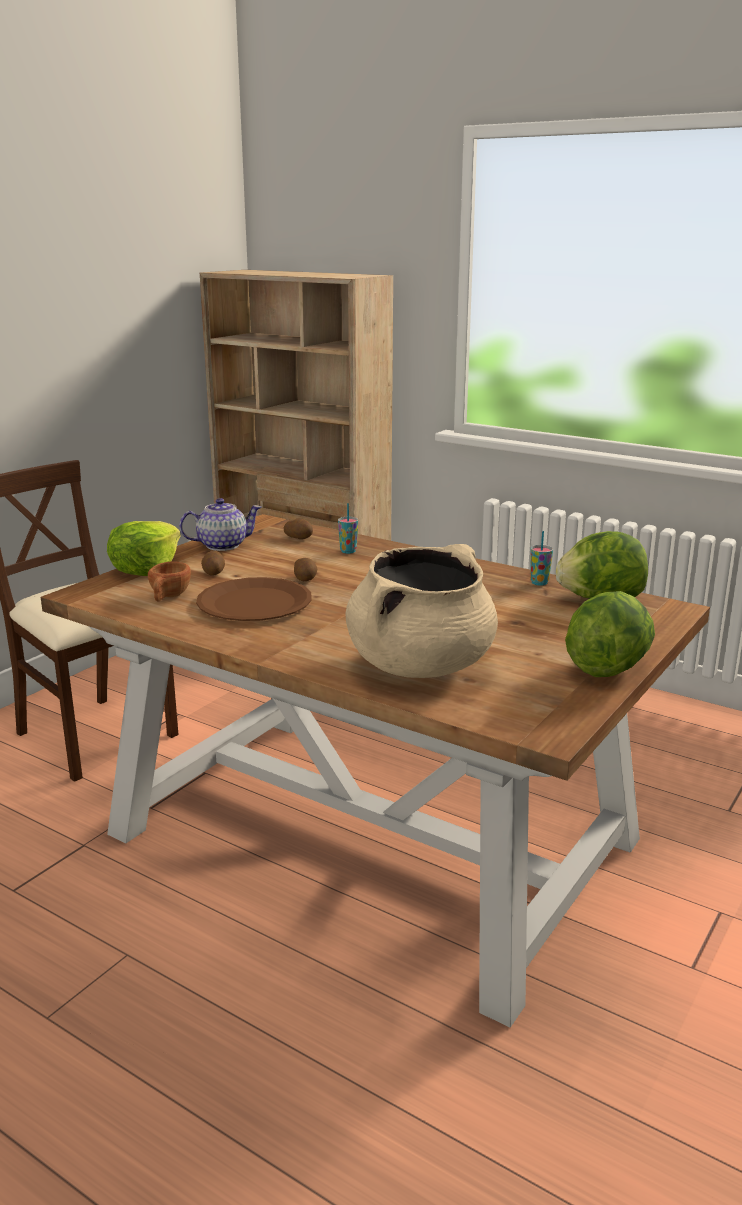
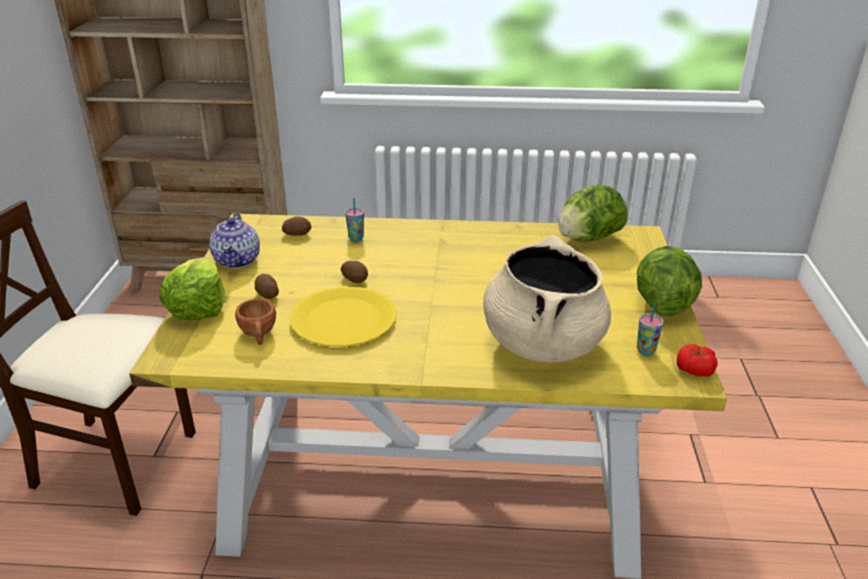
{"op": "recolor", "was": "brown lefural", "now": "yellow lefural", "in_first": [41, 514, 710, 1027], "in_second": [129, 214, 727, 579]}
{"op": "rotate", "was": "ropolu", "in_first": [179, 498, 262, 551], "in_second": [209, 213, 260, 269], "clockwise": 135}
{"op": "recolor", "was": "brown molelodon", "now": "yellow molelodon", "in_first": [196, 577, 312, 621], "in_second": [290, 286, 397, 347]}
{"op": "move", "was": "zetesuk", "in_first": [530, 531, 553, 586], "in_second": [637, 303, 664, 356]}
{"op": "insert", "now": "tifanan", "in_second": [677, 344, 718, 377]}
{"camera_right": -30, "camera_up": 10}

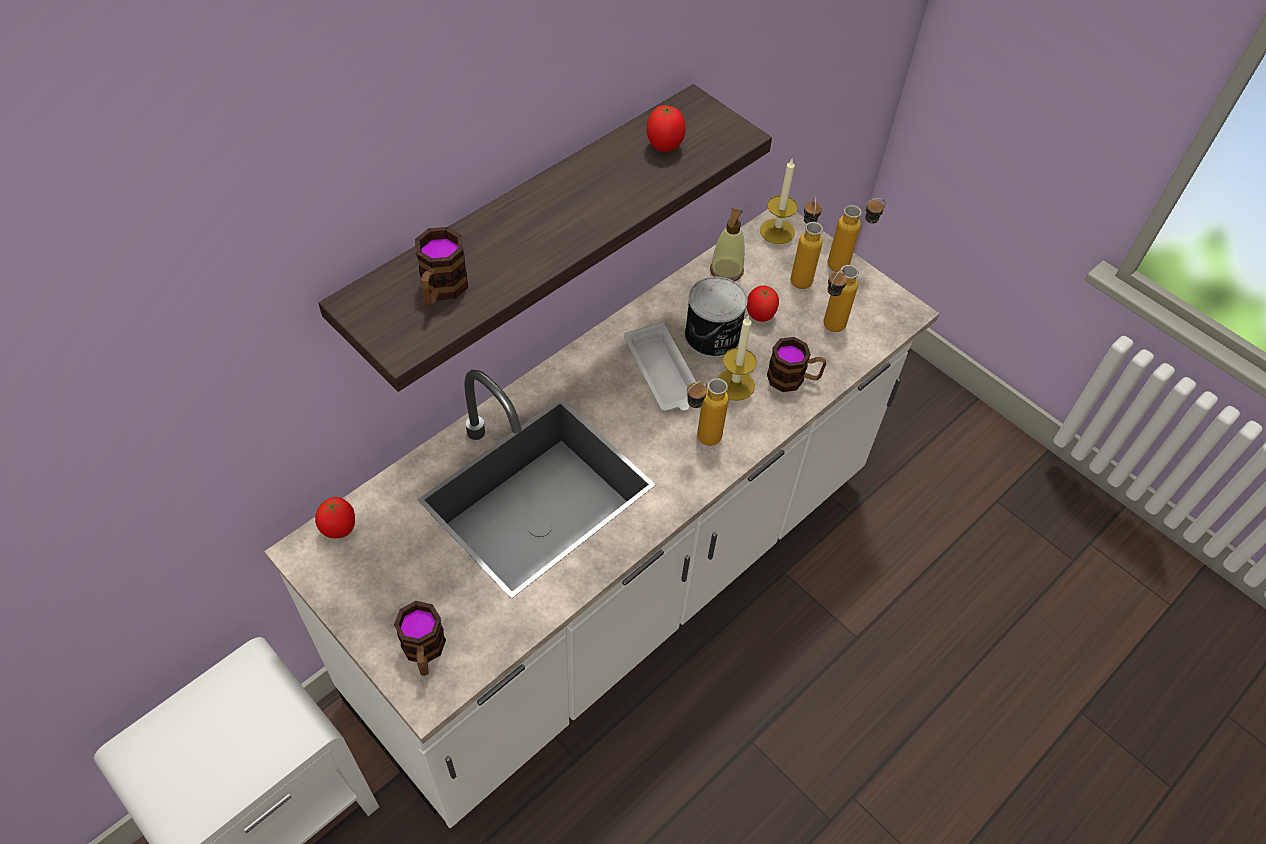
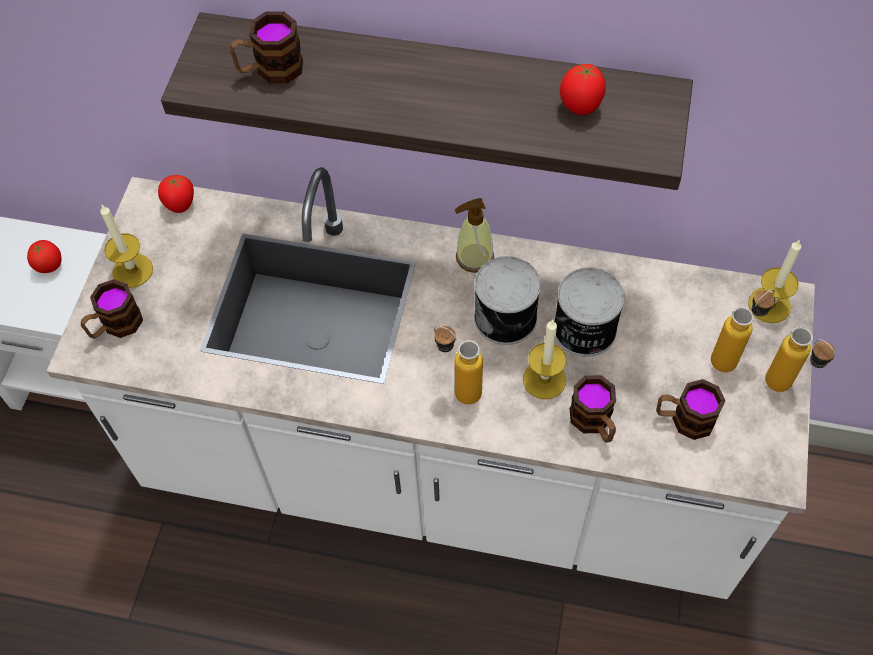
{"op": "replace", "was": "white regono", "now": "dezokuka", "in_first": [624, 322, 696, 411], "in_second": [474, 256, 541, 345]}
{"op": "move", "was": "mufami", "in_first": [710, 208, 744, 281], "in_second": [455, 198, 494, 273]}
{"op": "move", "was": "tifanan", "in_first": [747, 286, 779, 322], "in_second": [27, 240, 62, 273]}
{"op": "replace", "was": "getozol", "now": "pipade", "in_first": [824, 265, 859, 332], "in_second": [656, 379, 725, 440]}
{"op": "insert", "now": "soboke", "in_second": [100, 204, 153, 288]}
{"camera_right": 60, "camera_up": 5}

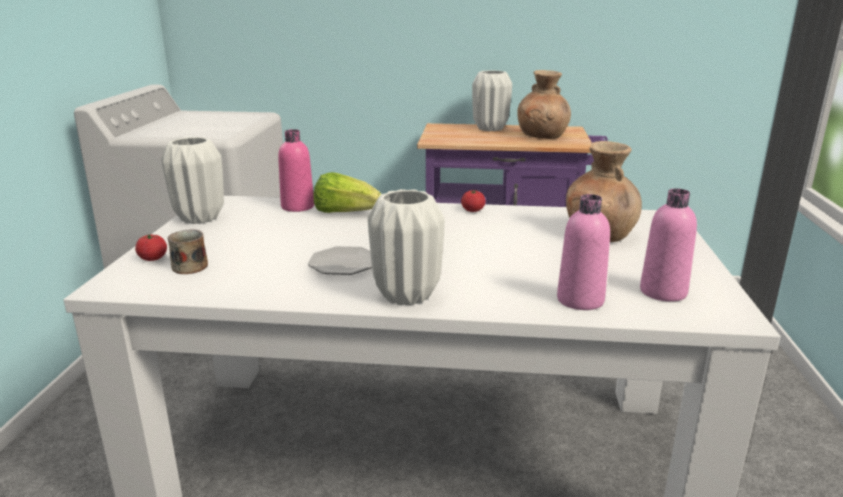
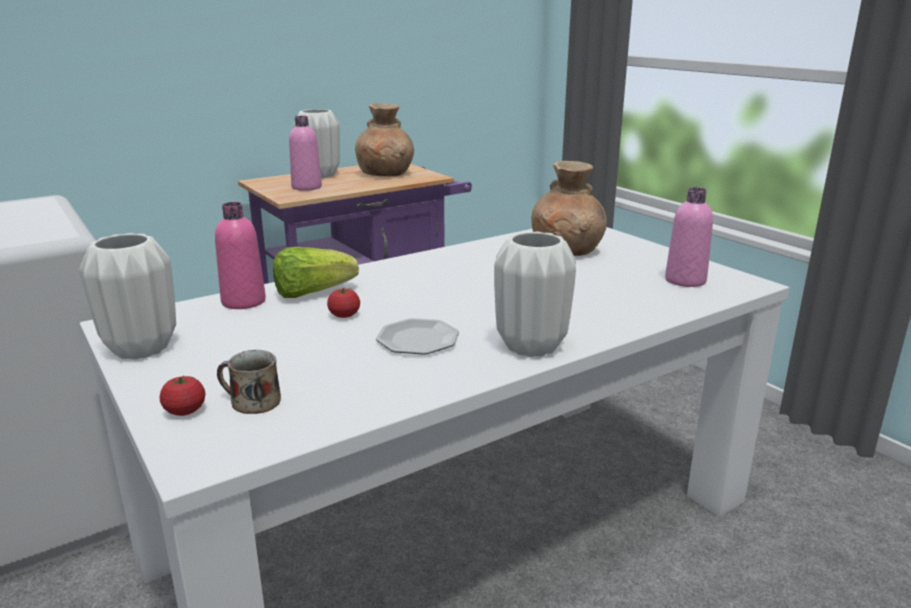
{"op": "move", "was": "tifanan", "in_first": [461, 190, 486, 212], "in_second": [327, 287, 360, 318]}
{"op": "move", "was": "pink getozol", "in_first": [557, 194, 610, 310], "in_second": [289, 116, 322, 191]}
{"camera_right": -40, "camera_up": 0}

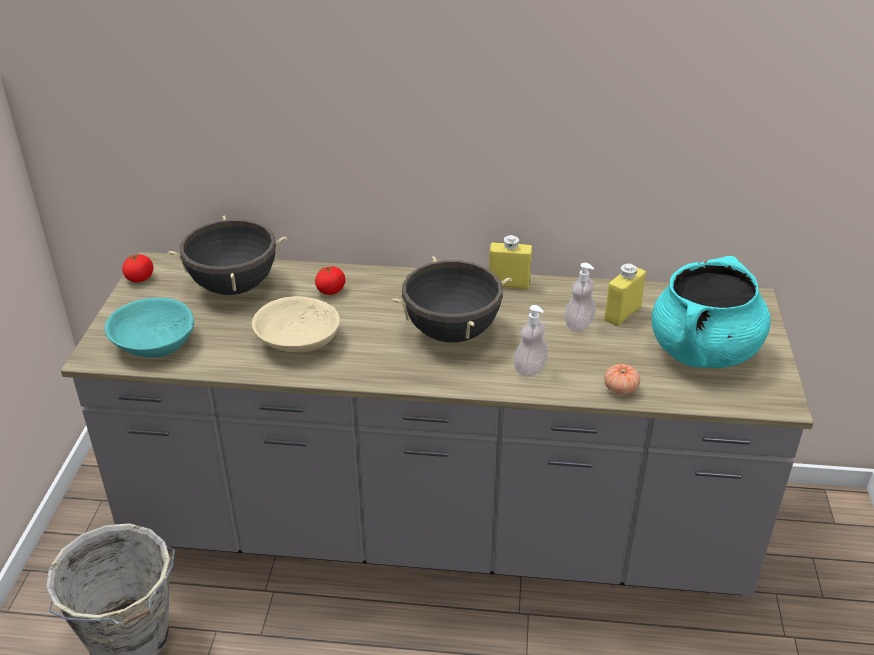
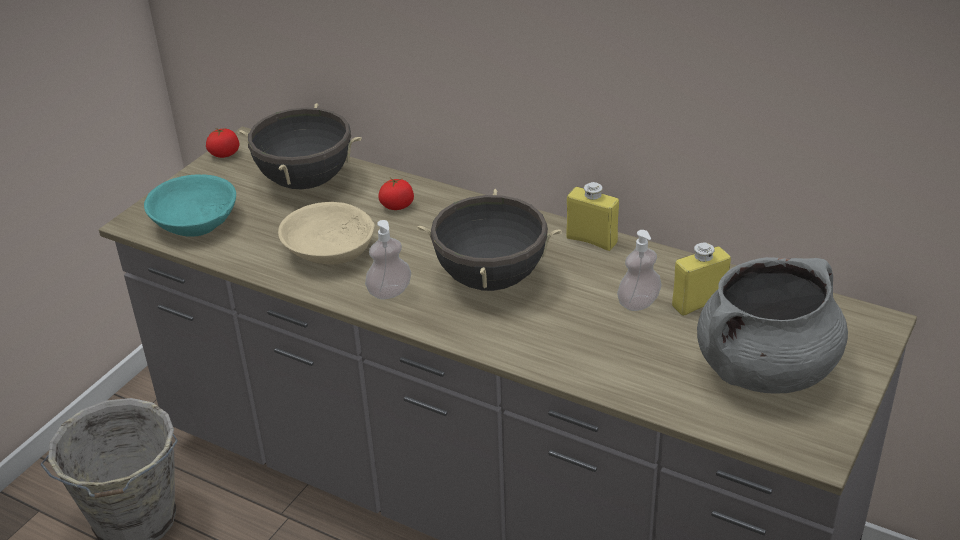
{"op": "move", "was": "mufami", "in_first": [514, 305, 548, 377], "in_second": [365, 220, 411, 299]}
{"op": "delete", "was": "tifanan", "in_first": [604, 364, 640, 395]}
{"op": "recolor", "was": "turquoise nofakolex", "now": "grey nofakolex", "in_first": [651, 256, 771, 368], "in_second": [697, 257, 848, 394]}
{"camera_right": 25, "camera_up": 0}

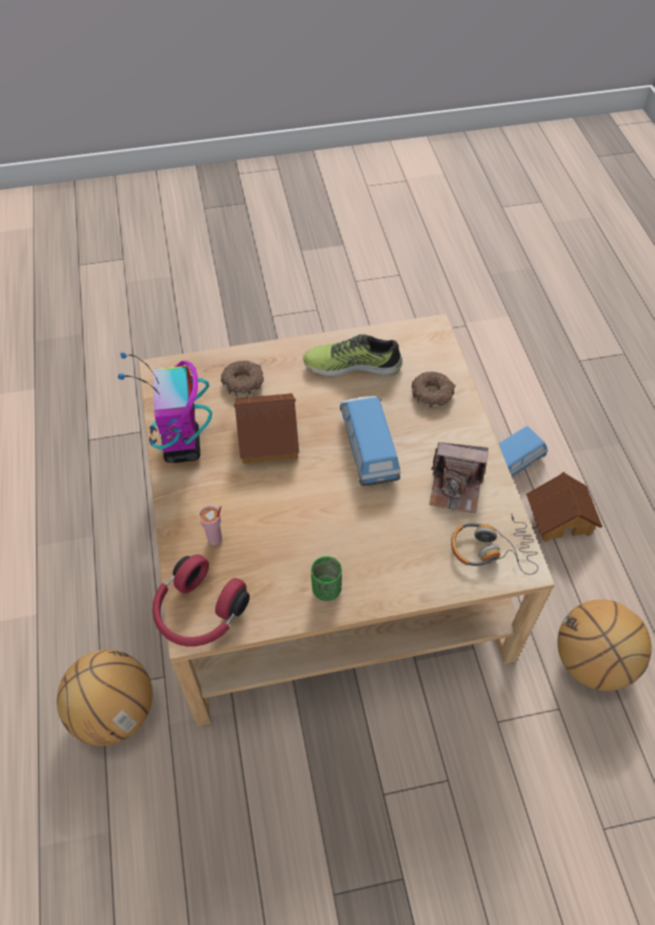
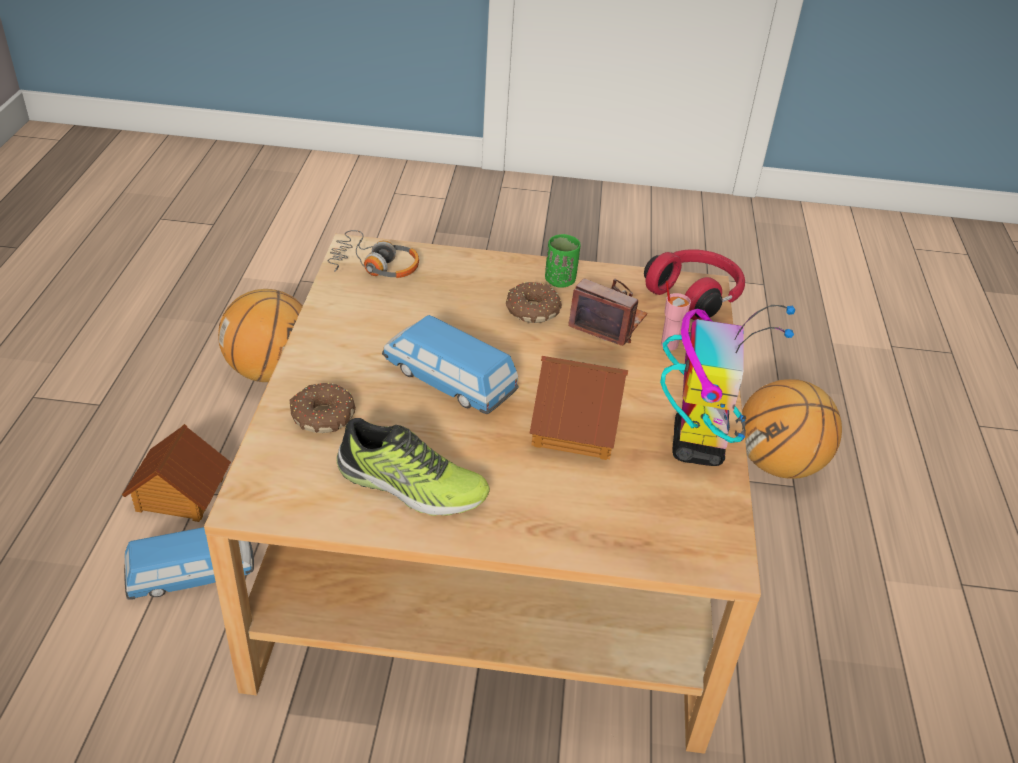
{"op": "move", "was": "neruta", "in_first": [221, 360, 264, 396], "in_second": [506, 282, 562, 323]}
{"op": "rotate", "was": "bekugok", "in_first": [340, 396, 400, 486], "in_second": [382, 315, 518, 414], "clockwise": 120}
{"op": "move", "was": "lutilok", "in_first": [429, 442, 489, 513], "in_second": [568, 279, 647, 346]}
{"camera_right": -165, "camera_up": -15}

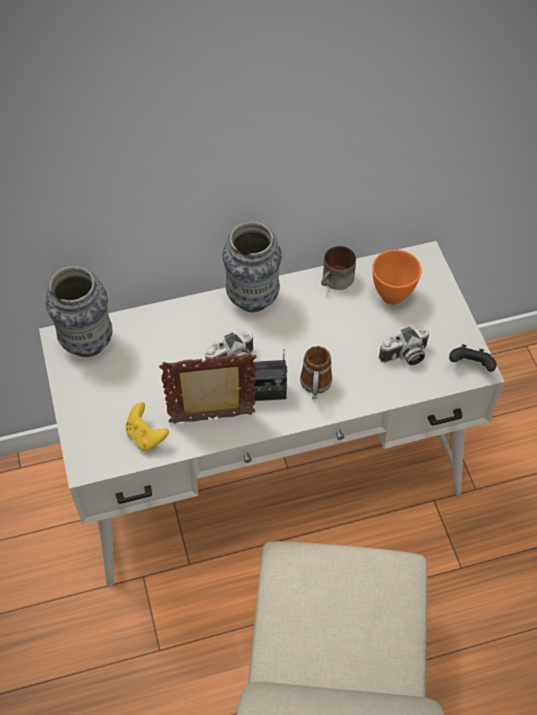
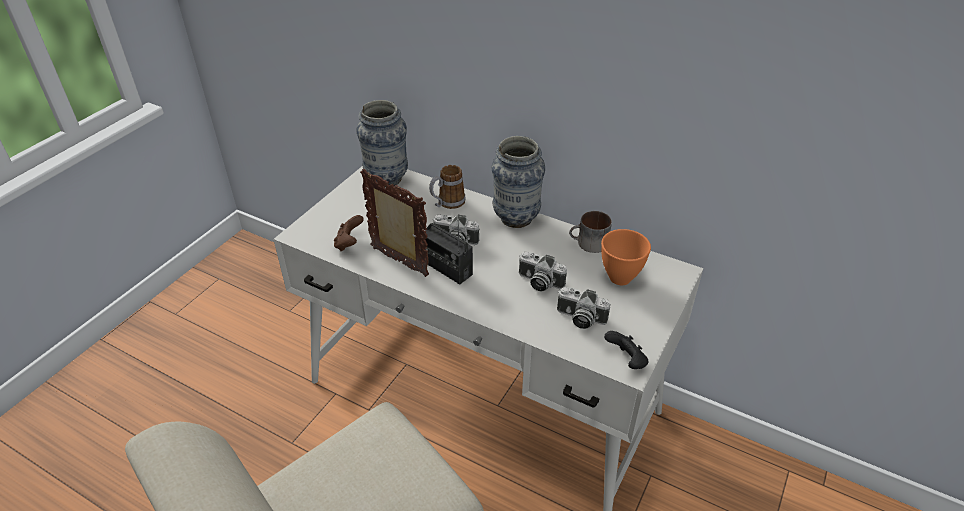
{"op": "recolor", "was": "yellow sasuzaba", "now": "brown sasuzaba", "in_first": [125, 402, 169, 451], "in_second": [334, 215, 364, 251]}
{"op": "move", "was": "pipade", "in_first": [300, 346, 332, 399], "in_second": [429, 165, 465, 209]}
{"op": "insert", "now": "lutilok", "in_second": [519, 252, 567, 291]}
{"camera_right": 45, "camera_up": -15}

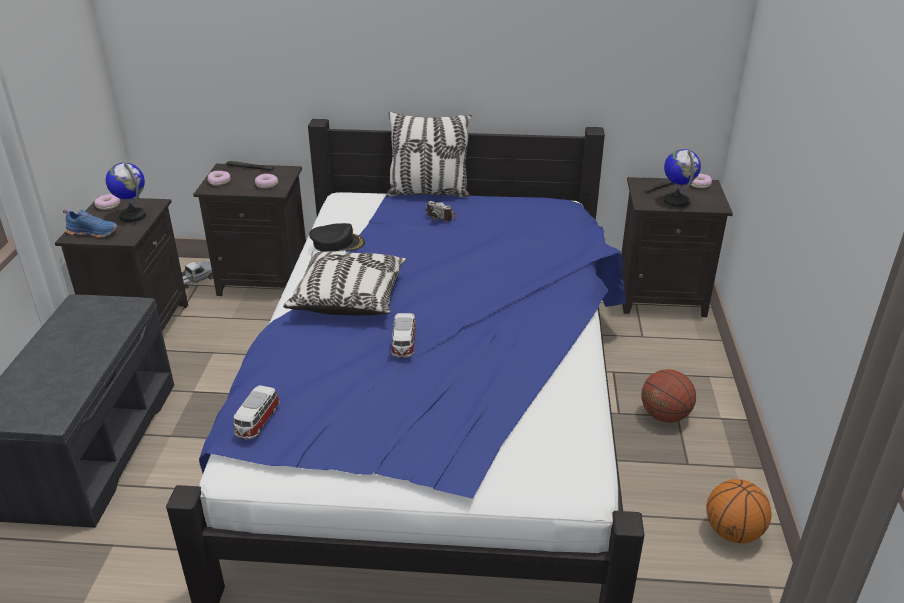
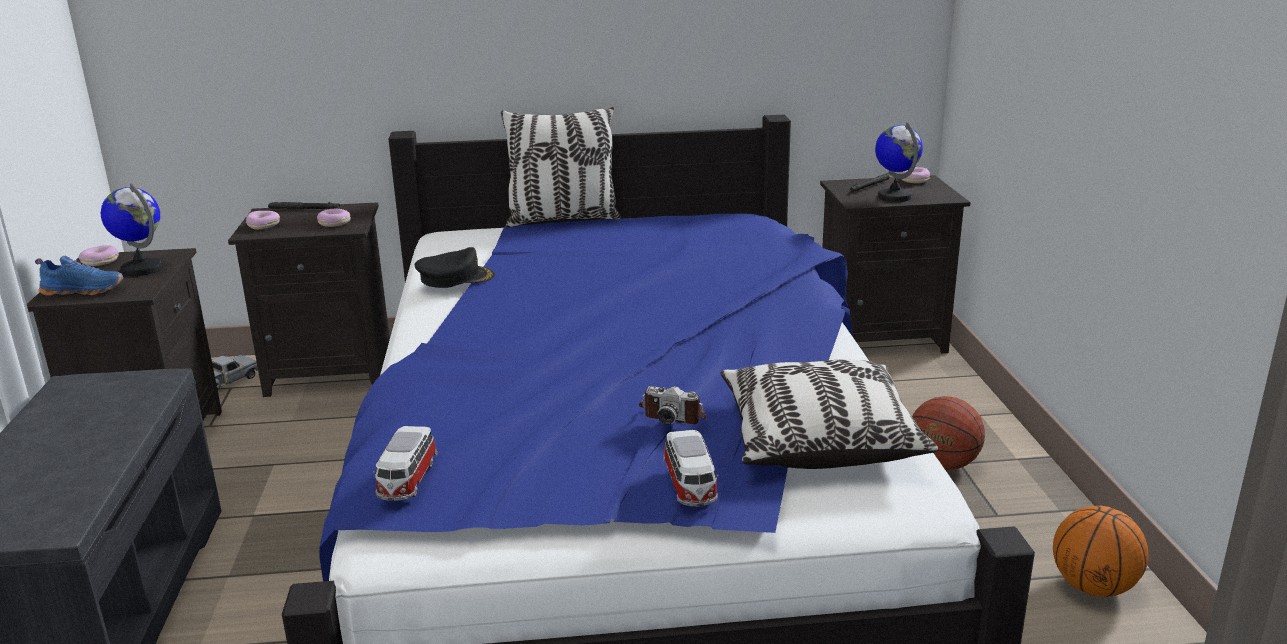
{"op": "move", "was": "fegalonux", "in_first": [283, 251, 406, 315], "in_second": [720, 359, 938, 469]}
{"op": "move", "was": "bekugok", "in_first": [391, 313, 416, 358], "in_second": [663, 430, 719, 507]}
{"op": "move", "was": "lutilok", "in_first": [425, 201, 457, 221], "in_second": [639, 386, 706, 425]}
{"camera_right": -10, "camera_up": -10}

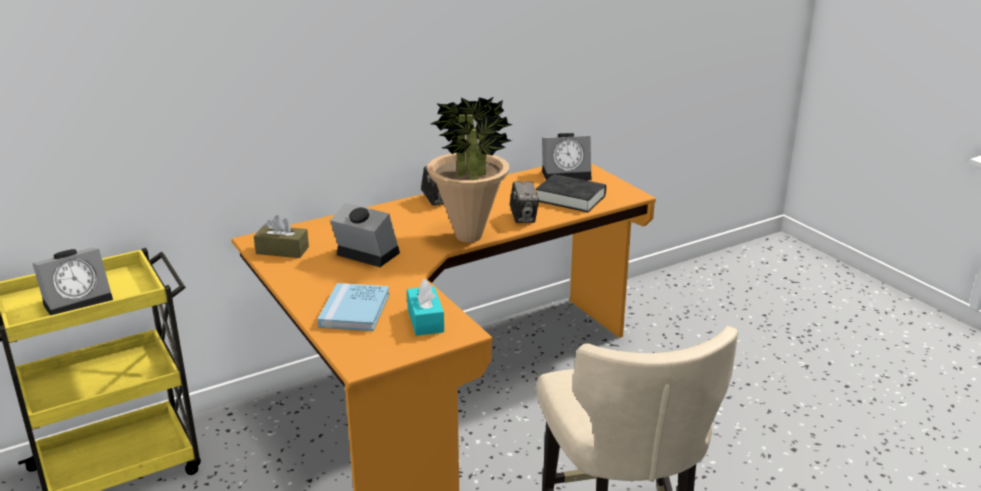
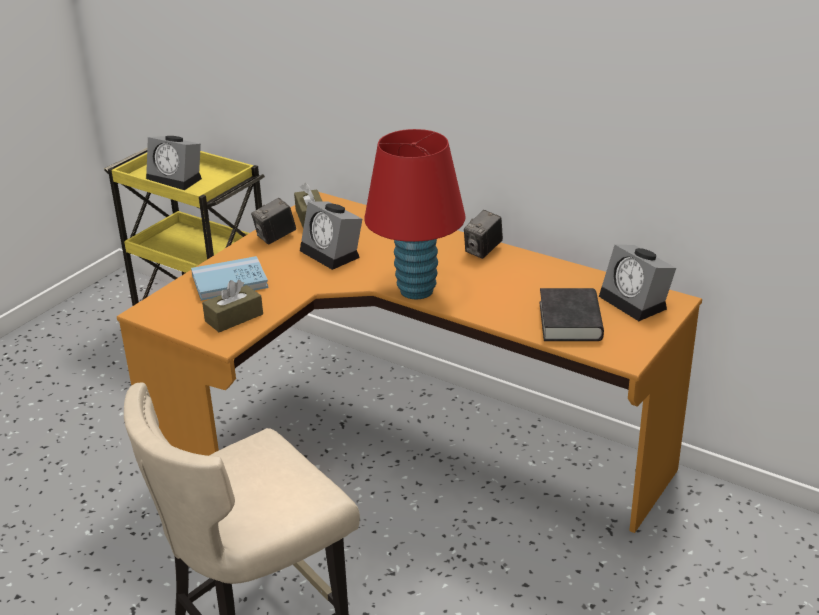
{"op": "rotate", "was": "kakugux", "in_first": [330, 203, 400, 267], "in_second": [300, 202, 362, 270], "clockwise": 135}
{"op": "recolor", "was": "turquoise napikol", "now": "brown napikol", "in_first": [407, 279, 444, 336], "in_second": [202, 280, 263, 332]}
{"op": "replace", "was": "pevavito", "now": "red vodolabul", "in_first": [427, 97, 512, 242], "in_second": [364, 129, 466, 299]}
{"op": "move", "was": "lutilok", "in_first": [510, 181, 539, 223], "in_second": [251, 198, 296, 245]}
{"camera_right": 65, "camera_up": 5}

